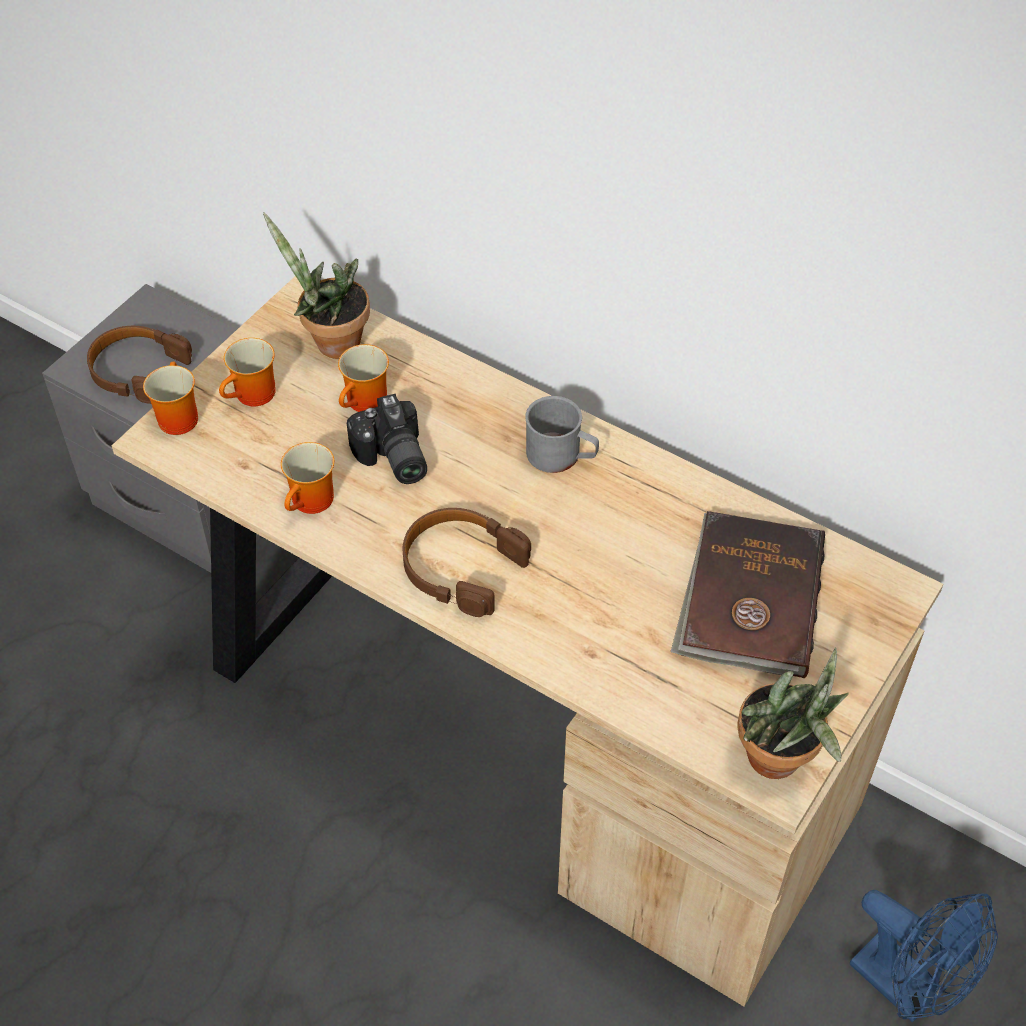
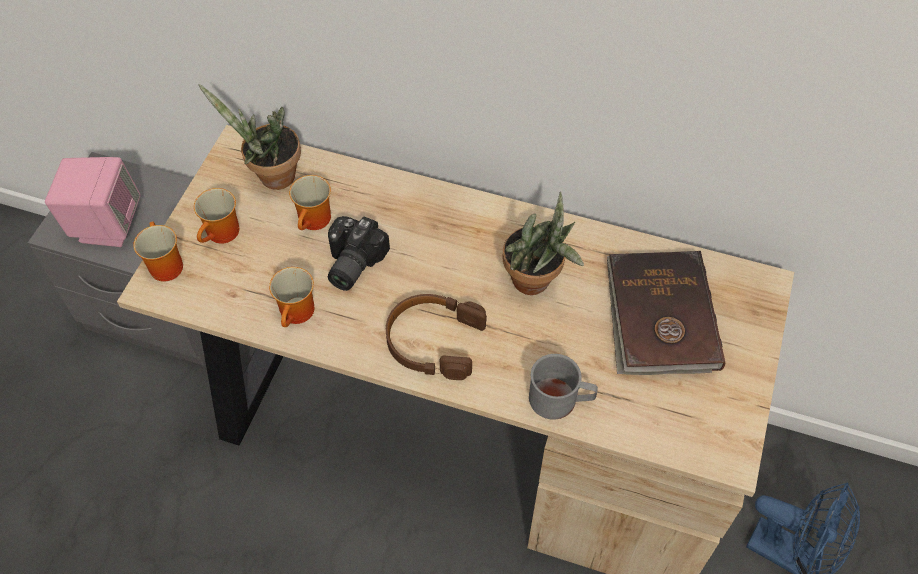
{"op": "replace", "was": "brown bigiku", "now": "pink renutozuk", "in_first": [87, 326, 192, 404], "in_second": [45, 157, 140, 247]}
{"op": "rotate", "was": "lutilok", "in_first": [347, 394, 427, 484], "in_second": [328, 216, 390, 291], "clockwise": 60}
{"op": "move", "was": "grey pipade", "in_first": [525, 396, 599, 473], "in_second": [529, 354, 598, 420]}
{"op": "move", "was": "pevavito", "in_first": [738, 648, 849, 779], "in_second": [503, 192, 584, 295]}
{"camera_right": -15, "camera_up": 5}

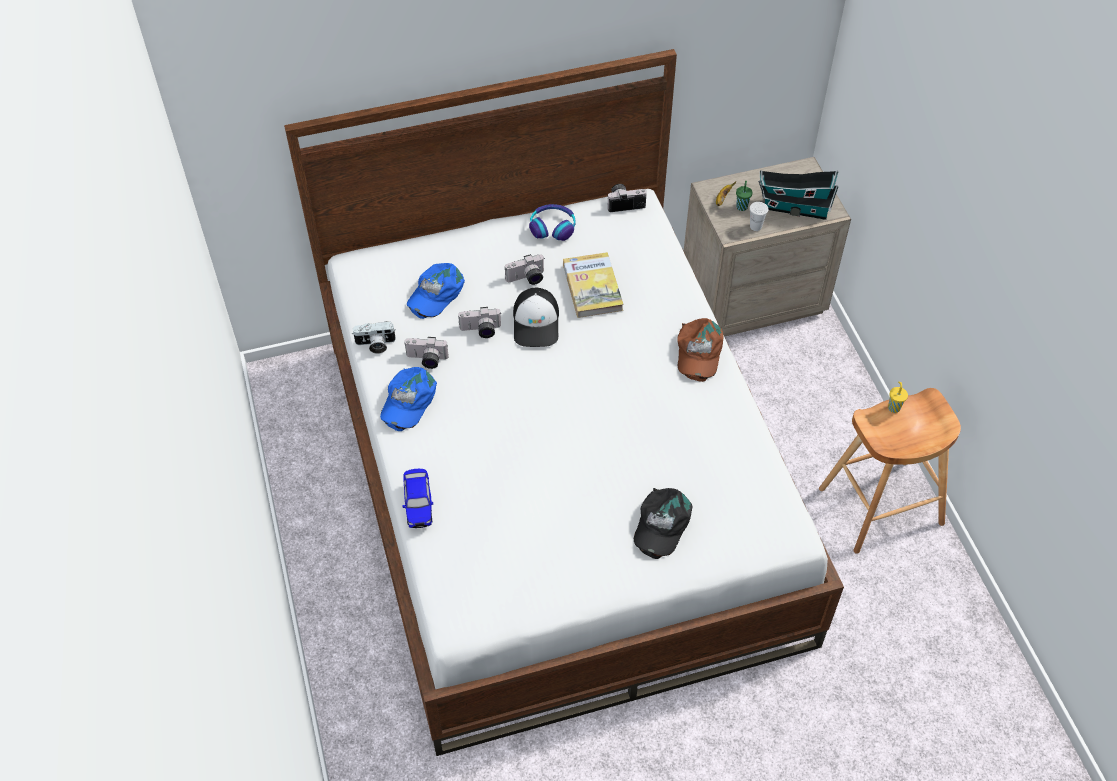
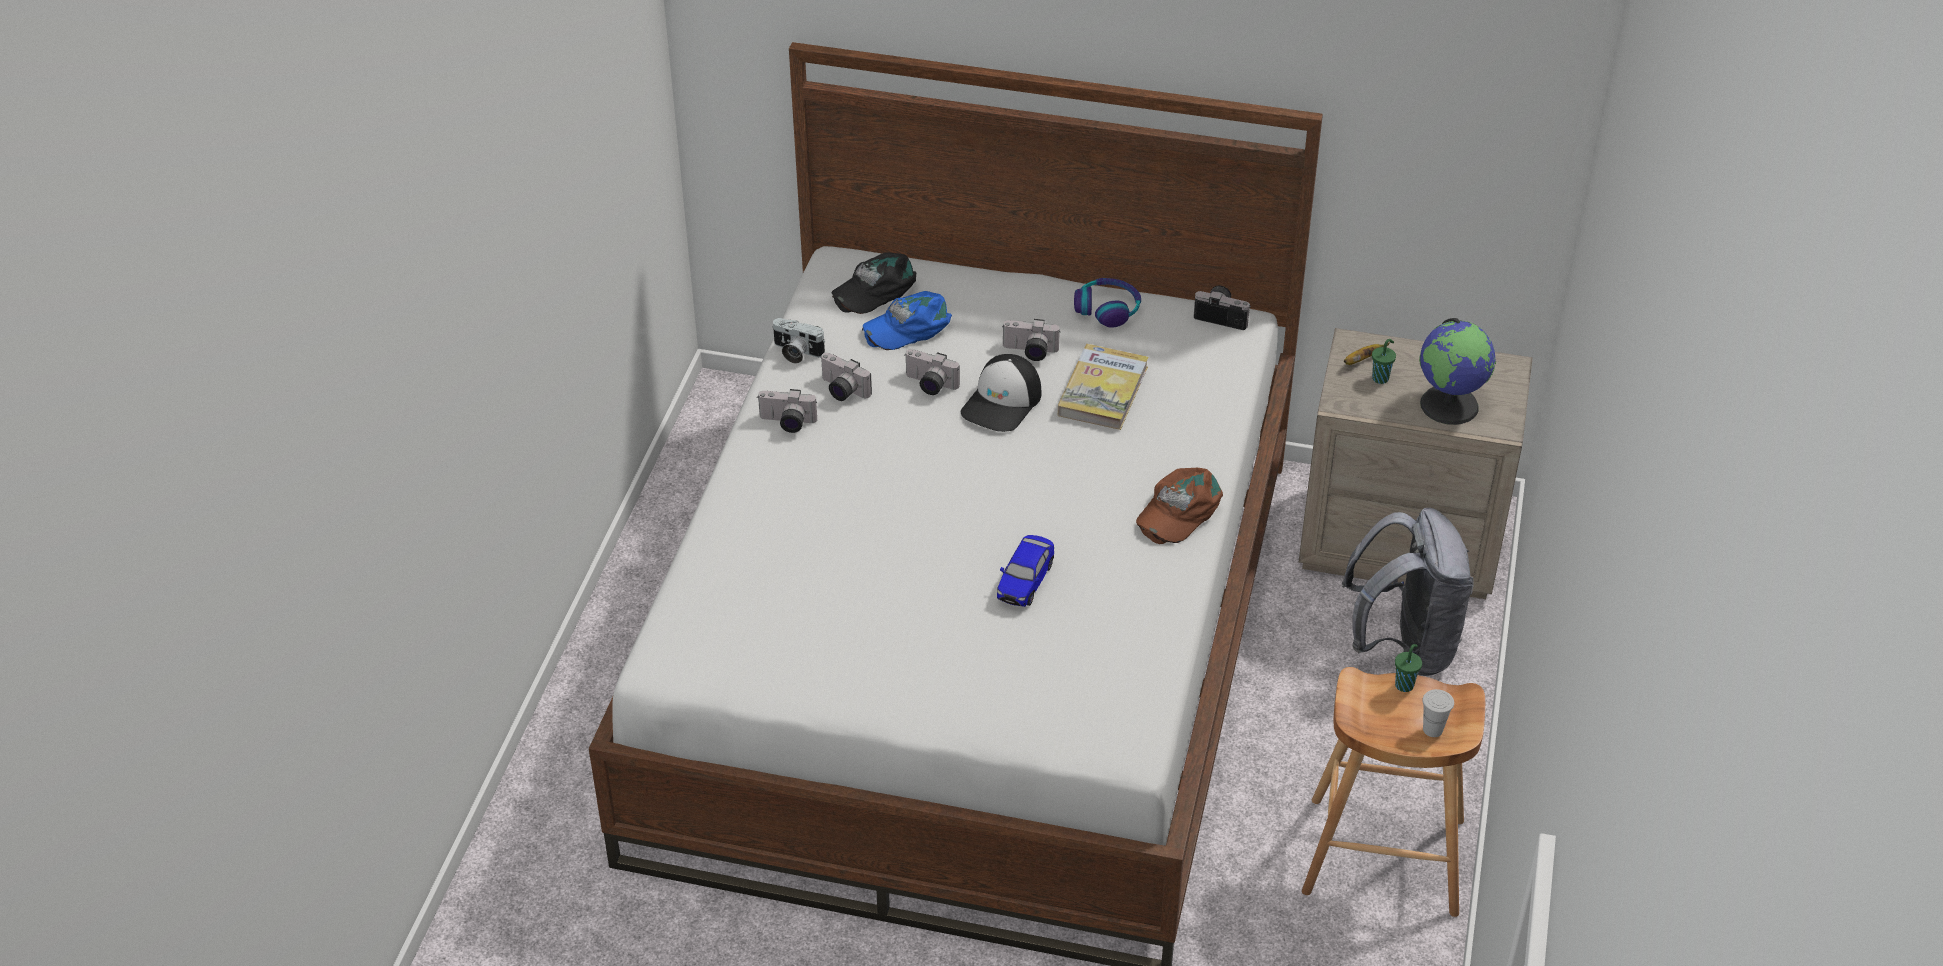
{"op": "replace", "was": "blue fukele", "now": "lutilok", "in_first": [380, 367, 437, 431], "in_second": [758, 389, 817, 433]}
{"op": "move", "was": "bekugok", "in_first": [403, 469, 433, 528], "in_second": [997, 535, 1054, 607]}
{"op": "move", "was": "black fukele", "in_first": [634, 488, 692, 559], "in_second": [832, 253, 916, 314]}
{"op": "move", "was": "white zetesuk", "in_first": [749, 202, 768, 231], "in_second": [1422, 689, 1454, 737]}
{"op": "replace", "was": "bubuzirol", "now": "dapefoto", "in_first": [758, 170, 839, 220], "in_second": [1419, 318, 1496, 425]}
{"op": "recolor", "was": "yellow zetesuk", "now": "green zetesuk", "in_first": [888, 381, 908, 413], "in_second": [1395, 644, 1422, 692]}
{"op": "insert", "now": "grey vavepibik", "in_second": [1342, 508, 1474, 676]}
{"camera_right": 30, "camera_up": -10}

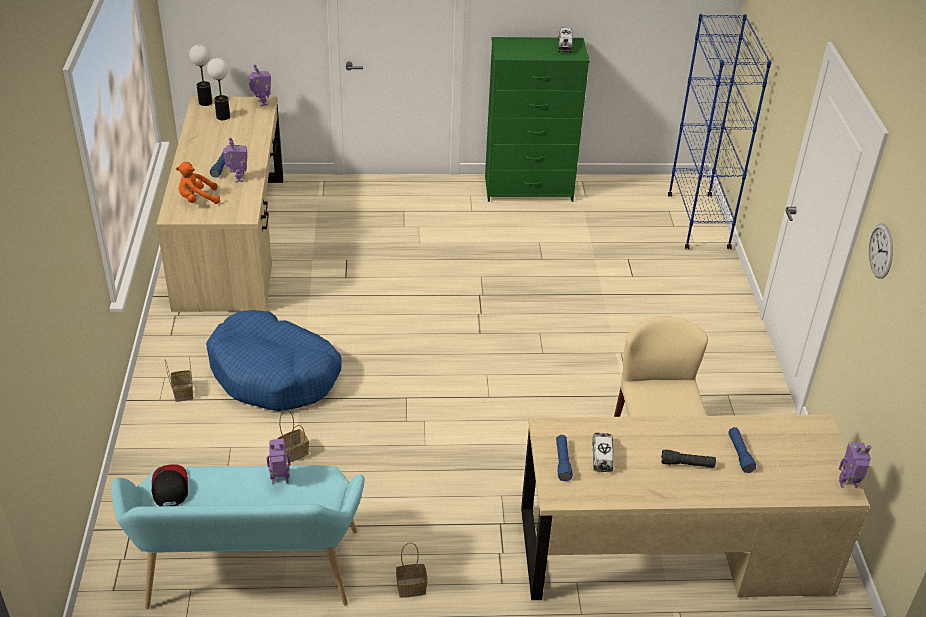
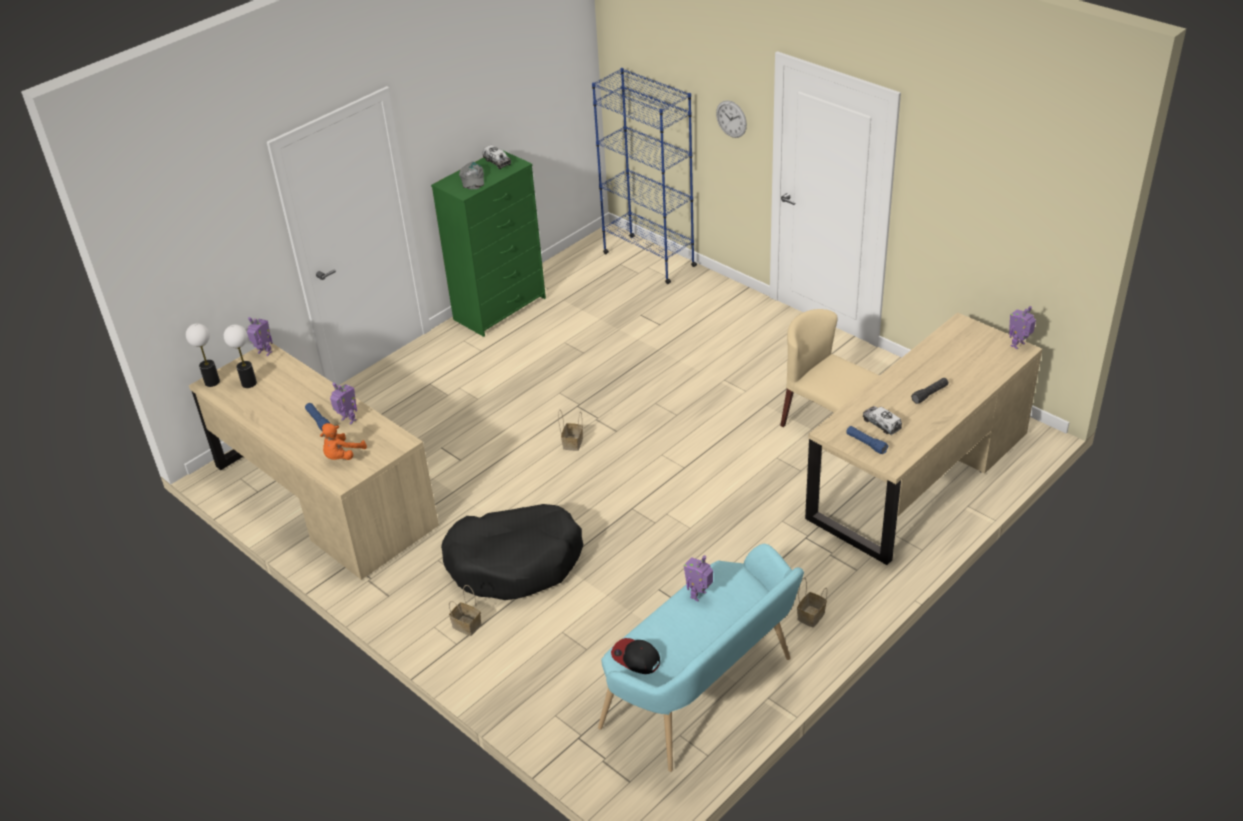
{"op": "recolor", "was": "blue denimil", "now": "black denimil", "in_first": [206, 310, 341, 411], "in_second": [441, 504, 584, 600]}
{"op": "move", "was": "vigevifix", "in_first": [277, 410, 309, 463], "in_second": [558, 410, 583, 451]}
{"op": "delete", "was": "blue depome", "in_first": [728, 427, 756, 473]}
{"op": "move", "was": "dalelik", "in_first": [869, 223, 893, 279], "in_second": [716, 100, 747, 138]}
{"op": "insert", "now": "grey fukele", "in_second": [459, 161, 484, 189]}
{"camera_right": -40, "camera_up": 0}

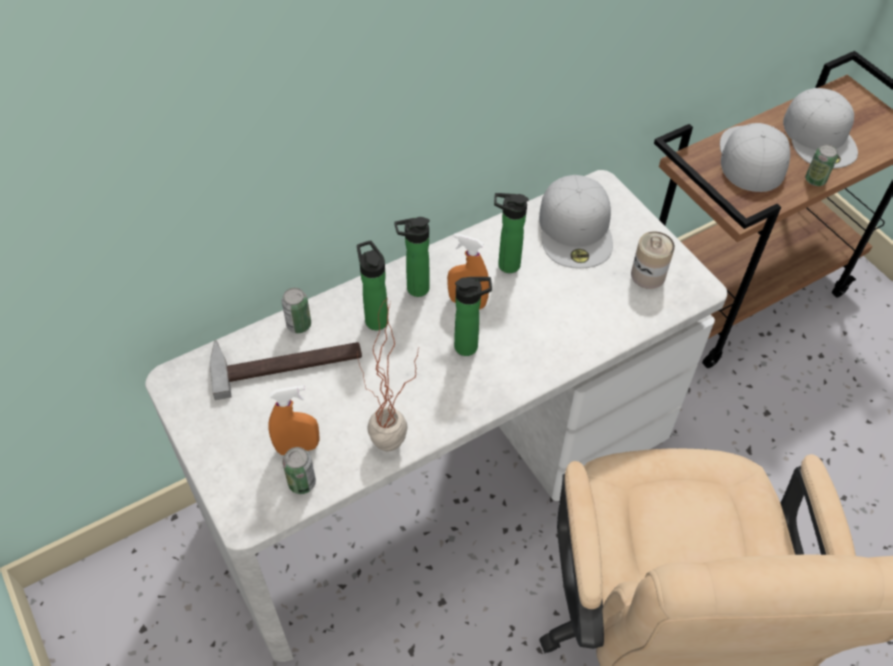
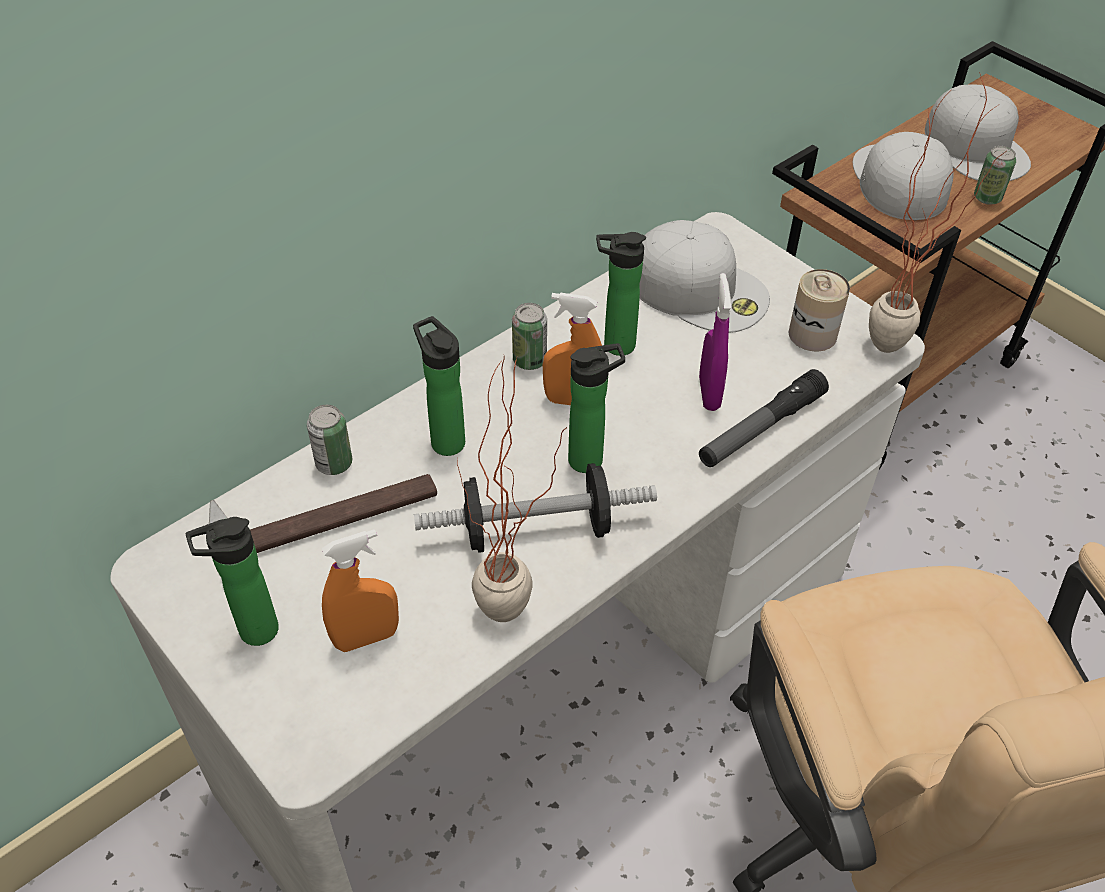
{"op": "move", "was": "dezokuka", "in_first": [283, 447, 316, 494], "in_second": [512, 303, 547, 370]}
{"op": "move", "was": "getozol", "in_first": [394, 217, 430, 297], "in_second": [186, 517, 279, 646]}
{"op": "rotate", "was": "white fukele", "in_first": [539, 175, 613, 268], "in_second": [639, 220, 770, 333], "clockwise": -45}
{"op": "insert", "now": "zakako", "in_second": [414, 463, 657, 553]}
{"op": "insert", "now": "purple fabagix", "in_second": [699, 273, 732, 411]}
{"op": "insert", "now": "depome", "in_second": [699, 369, 829, 467]}
{"op": "insert", "now": "pevavito", "in_second": [869, 72, 1005, 353]}
{"camera_right": -10, "camera_up": -5}

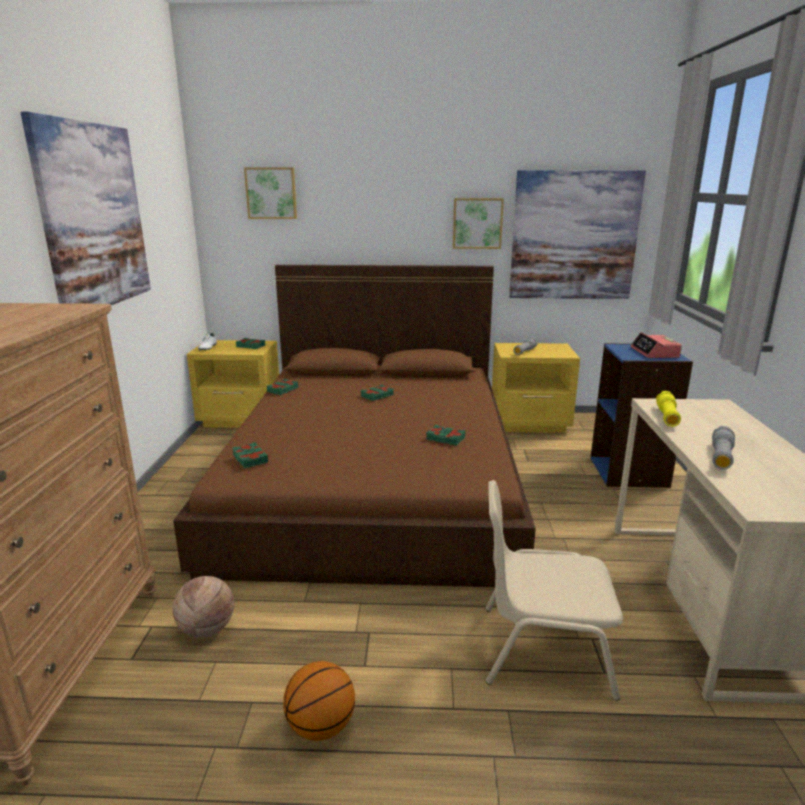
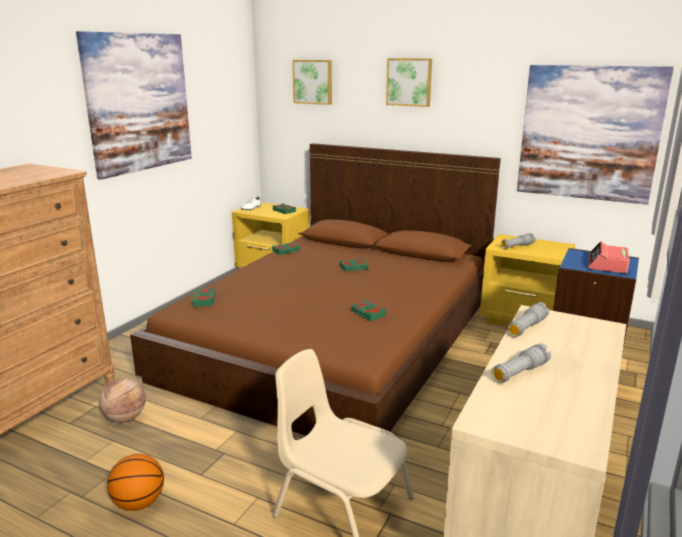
{"op": "move", "was": "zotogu", "in_first": [453, 198, 504, 249], "in_second": [386, 58, 432, 107]}
{"op": "recolor", "was": "yellow depome", "now": "grey depome", "in_first": [656, 391, 681, 427], "in_second": [507, 302, 549, 337]}
{"camera_right": 25, "camera_up": 0}

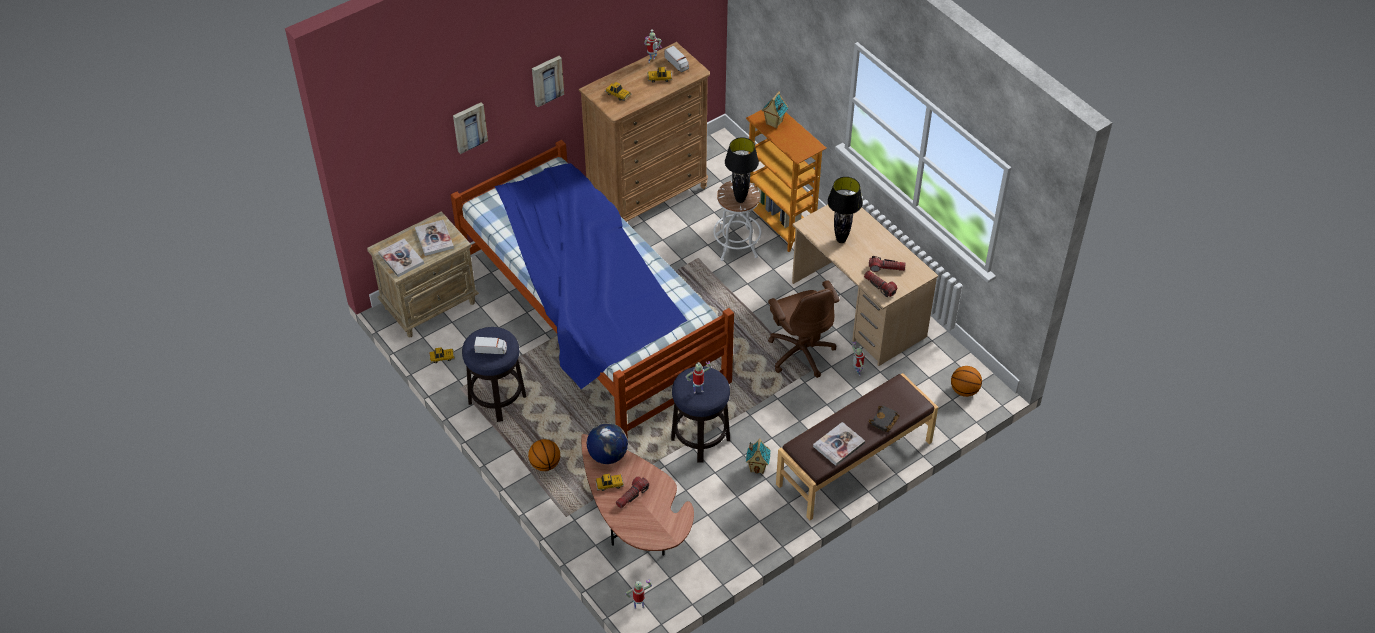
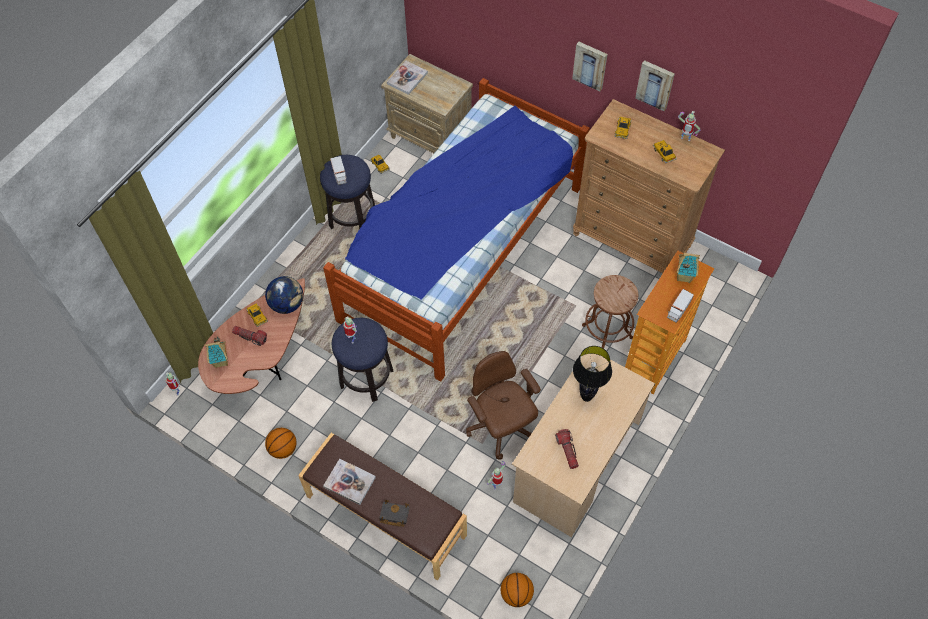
{"op": "delete", "was": "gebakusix", "in_first": [415, 220, 454, 256]}
{"op": "move", "was": "zotogu", "in_first": [453, 103, 488, 154], "in_second": [635, 60, 675, 111]}
{"op": "move", "was": "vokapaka", "in_first": [528, 439, 560, 471], "in_second": [265, 428, 297, 459]}
{"op": "move", "was": "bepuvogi", "in_first": [664, 46, 689, 72], "in_second": [667, 289, 694, 323]}
{"op": "recolor", "was": "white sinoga", "now": "brown sinoga", "in_first": [713, 181, 761, 261], "in_second": [582, 275, 638, 348]}
{"op": "delete", "was": "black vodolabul", "in_first": [725, 137, 759, 203]}
{"op": "move", "was": "bubuzirol", "in_first": [746, 438, 771, 474], "in_second": [205, 336, 228, 368]}
{"op": "rotate", "was": "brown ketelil", "in_first": [768, 280, 840, 378], "in_second": [466, 351, 541, 460], "clockwise": 105}
{"op": "delete", "was": "depome", "in_first": [864, 271, 897, 297]}
{"camera_right": 70, "camera_up": 10}

